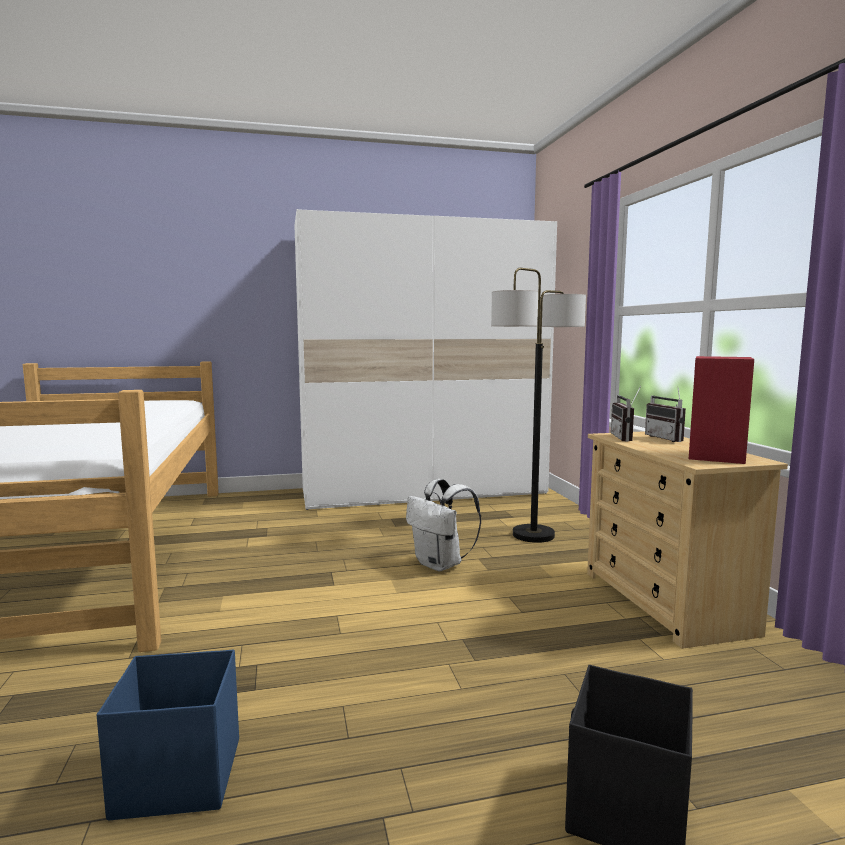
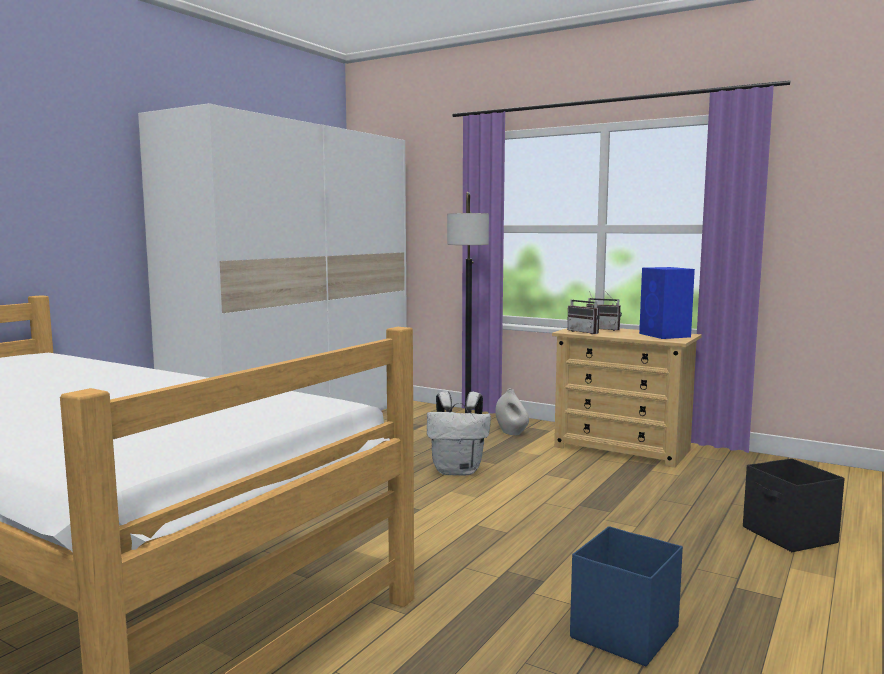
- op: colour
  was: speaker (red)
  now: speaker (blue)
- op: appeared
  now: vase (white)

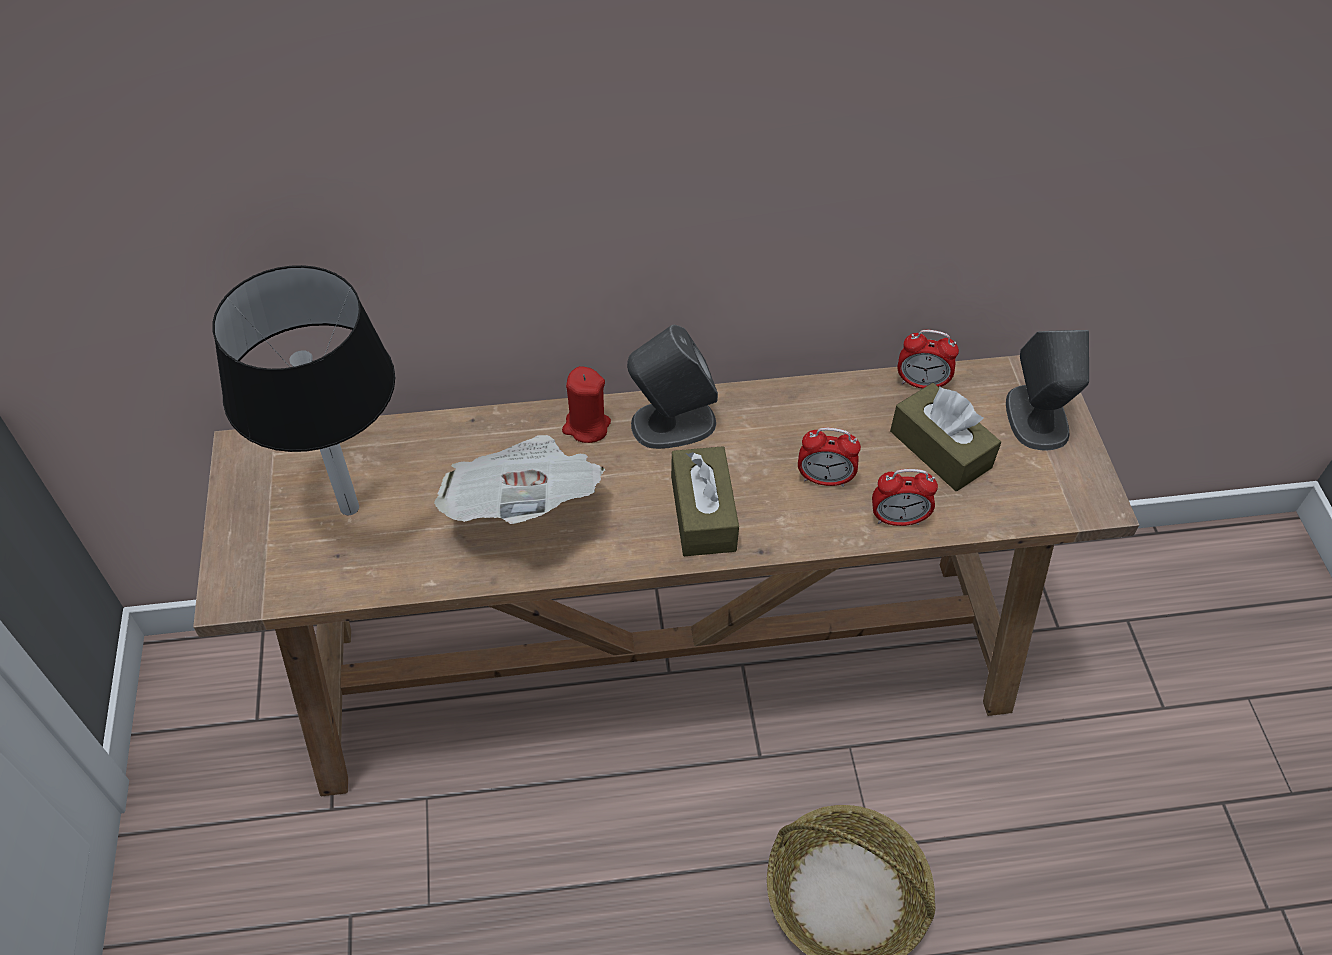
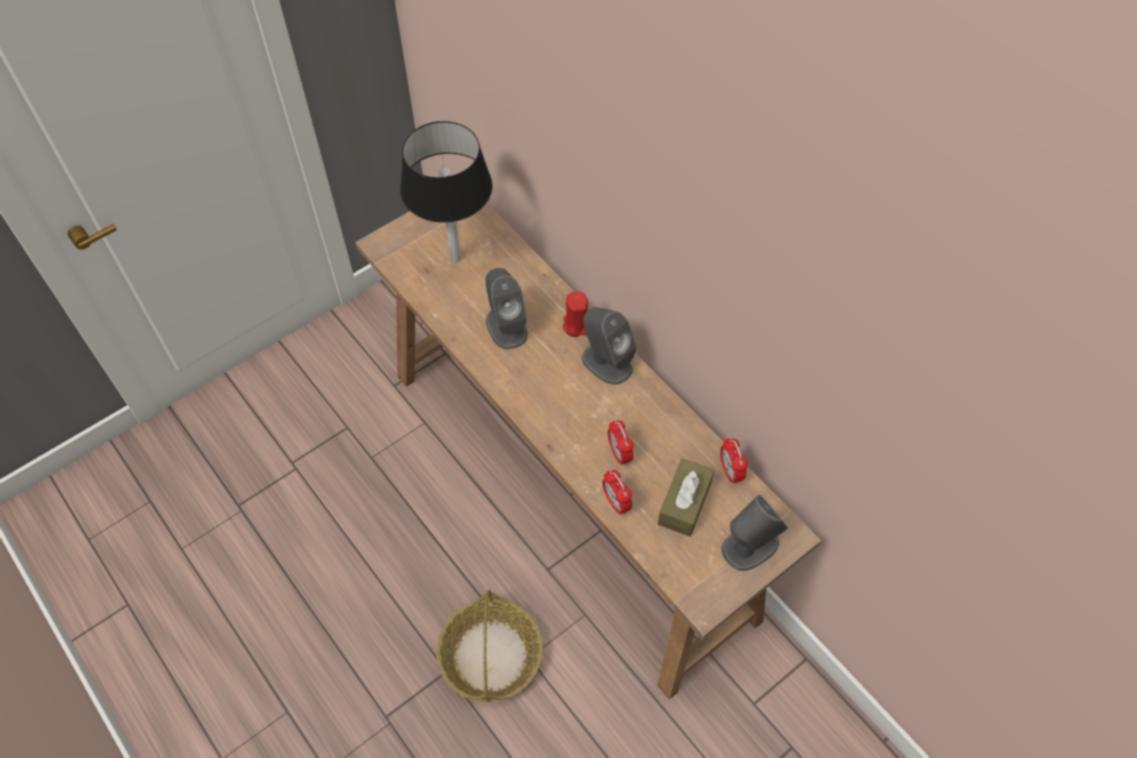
- op: exchanged
  was: newspaper
  now: speaker (grey) (no. 1 from left)
- op: missing
  was: tissue box (brown) (no. 1 from left)

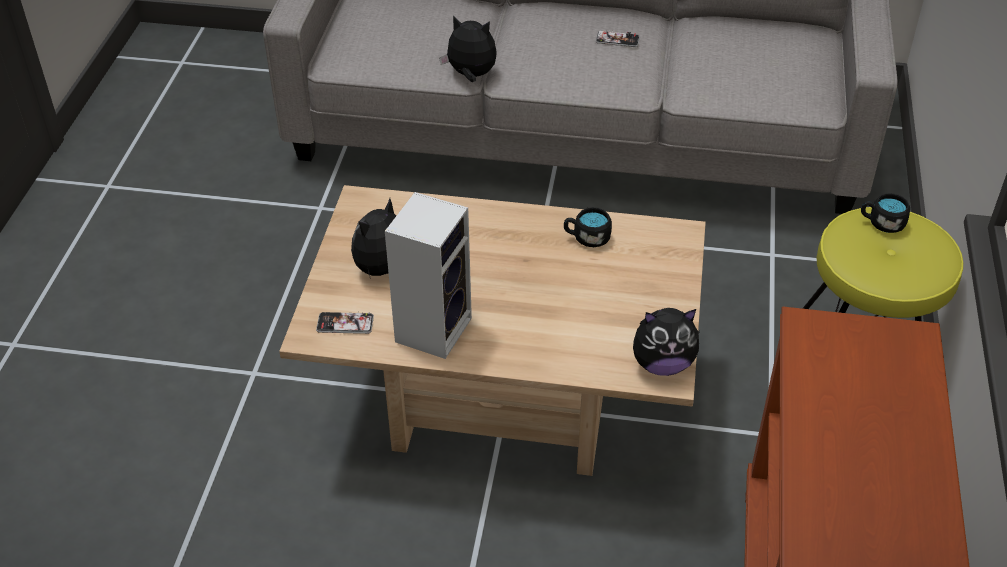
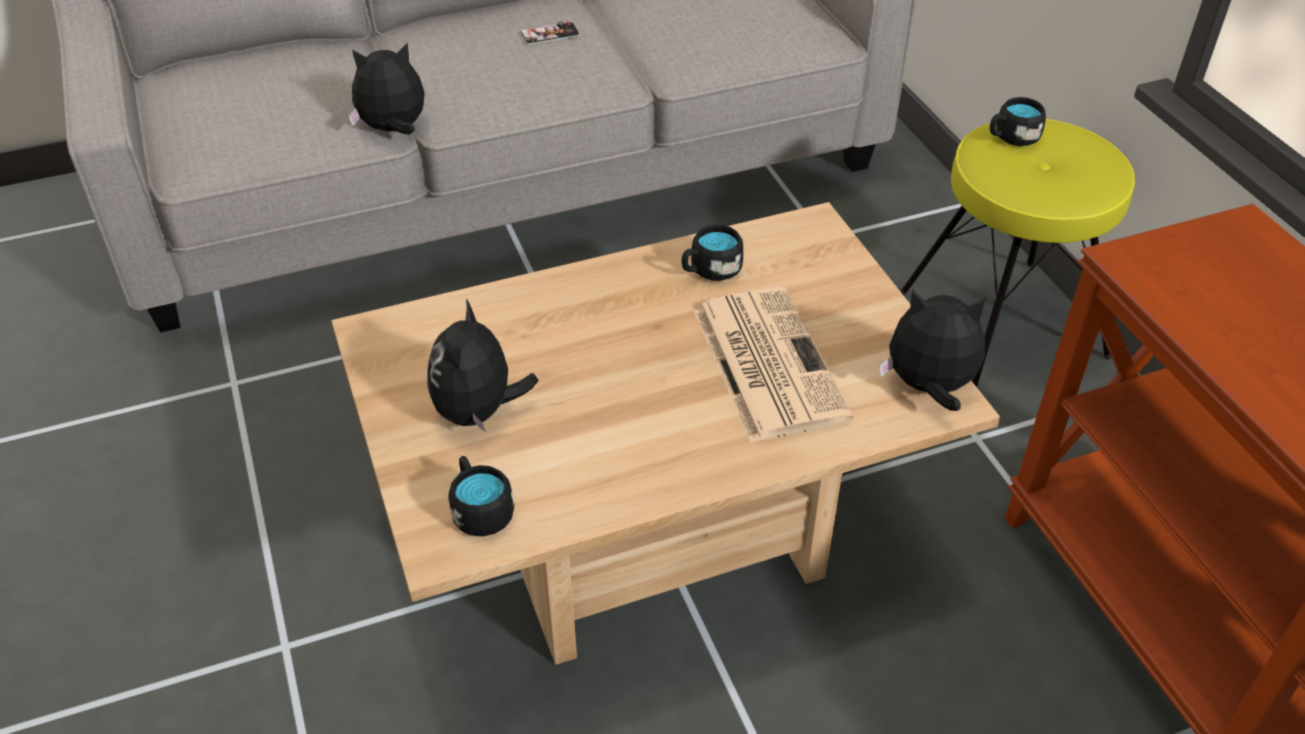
- op: missing
  was: speaker
- op: spun
  was: plush toy (no. 3 from left)
  clockwise: -135
- op: exchanged
  was: phone (no. 1 from left)
  now: mug (black) (no. 1 from left)
- op: appeared
  now: newspaper

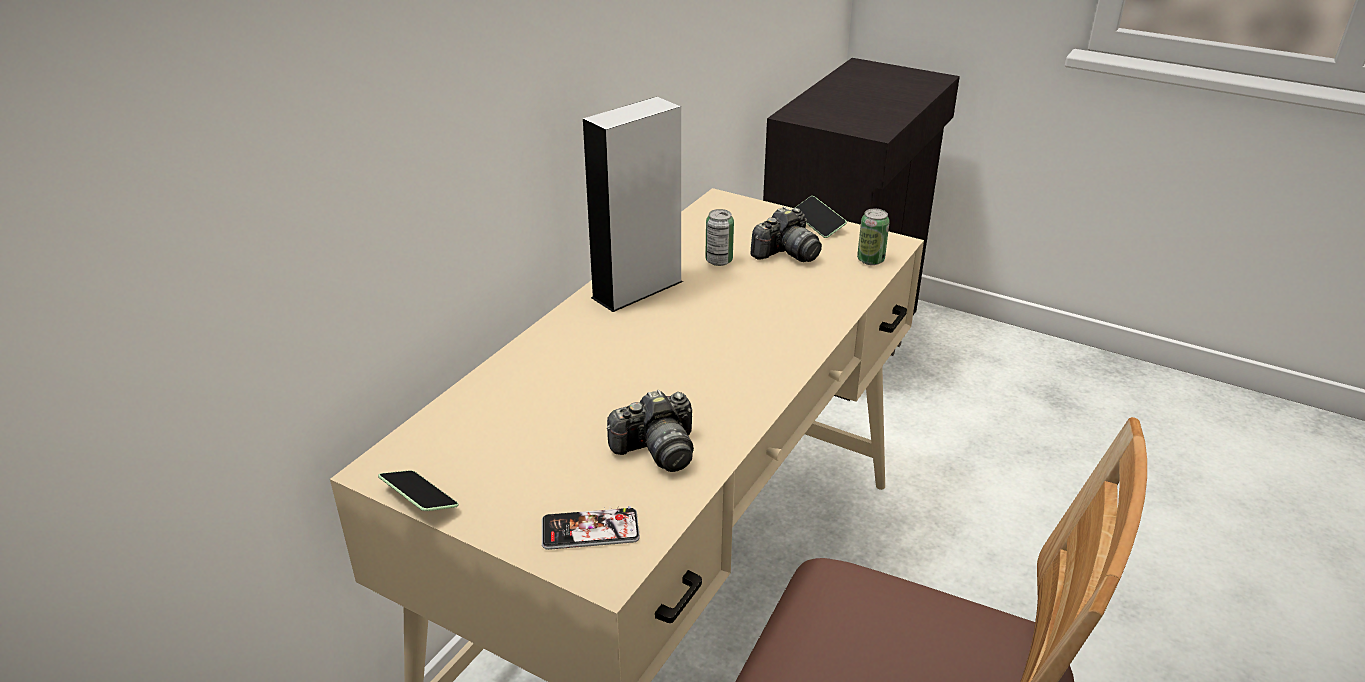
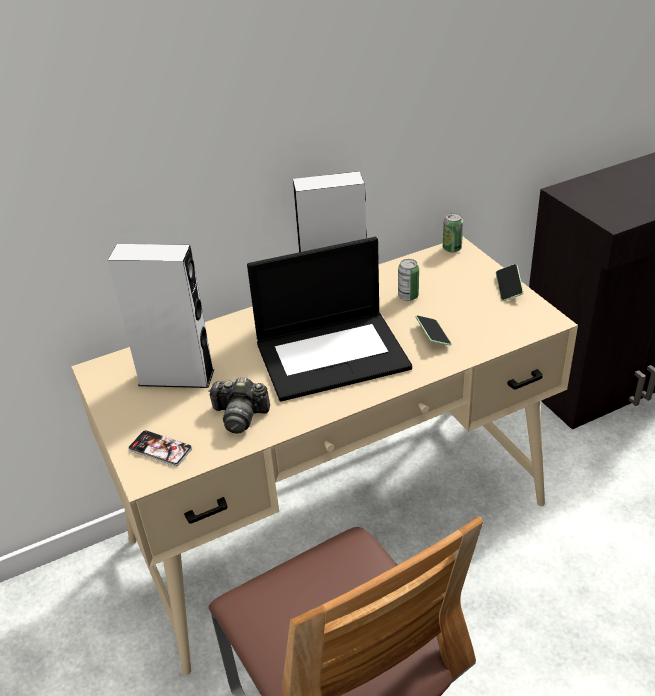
- op: missing
  was: photo camera (no. 2 from left)
- op: relocated
  was: can (no. 2 from left)
- op: relocated
  was: phone (no. 1 from left in the first image)
  now: phone (no. 2 from left)
- op: appeared
  now: laptop
- op: appeared
  now: speaker (grey) (no. 1 from left)

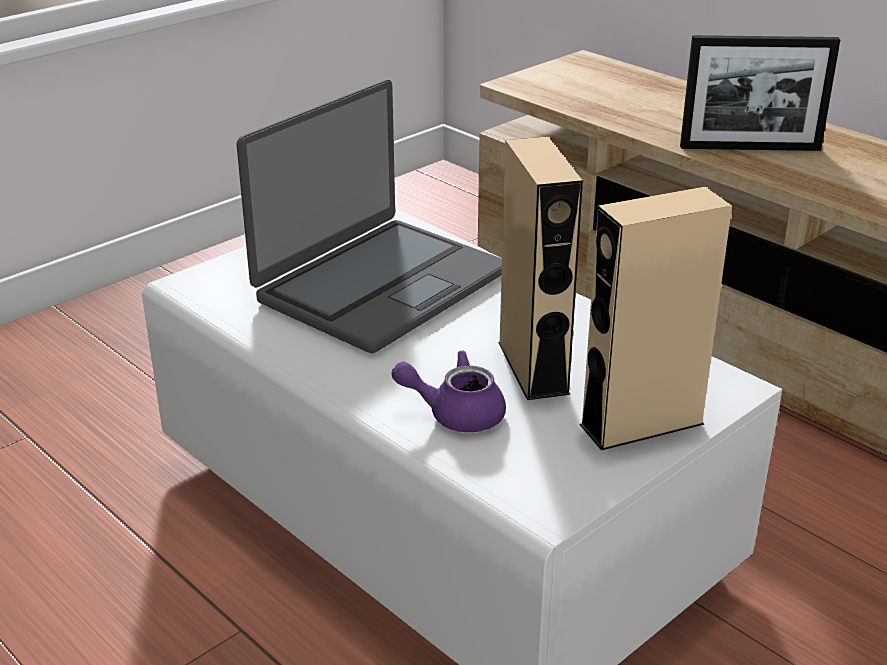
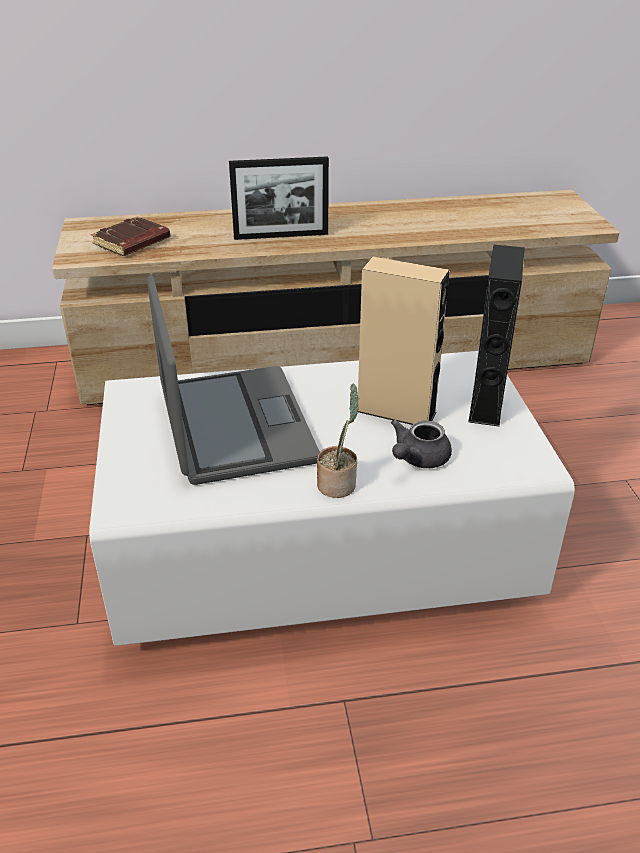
- op: spun
  was: picture frame
  clockwise: 45
- op: colour
  was: speaker (beige) (no. 2 from left)
  now: speaker (black)
- op: colour
  was: teapot (purple)
  now: teapot (grey)
- op: appeared
  now: book (brown)
- op: appeared
  now: potted plant

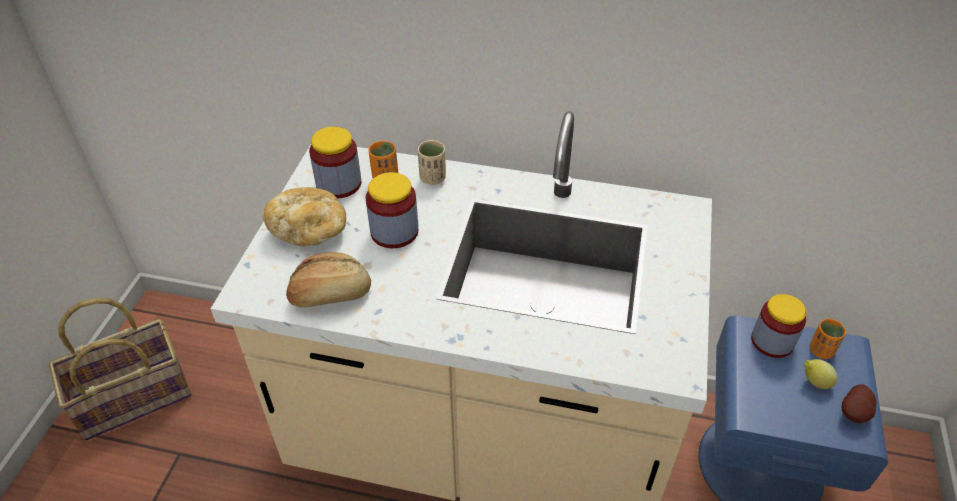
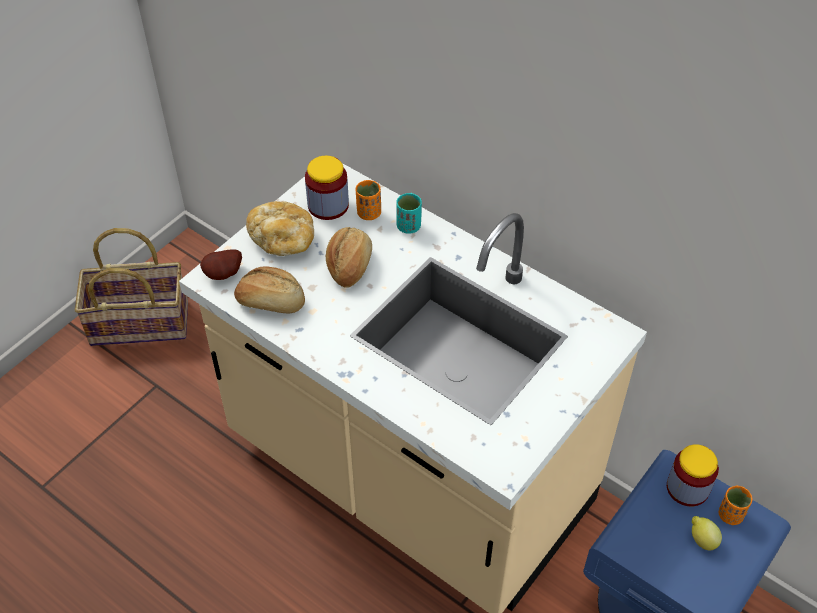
- op: colour
  was: cup (beige)
  now: cup (turquoise)
- op: exchanged
  was: jar (no. 2 from left)
  now: bread (no. 3 from left)
- op: relocated
  was: potato

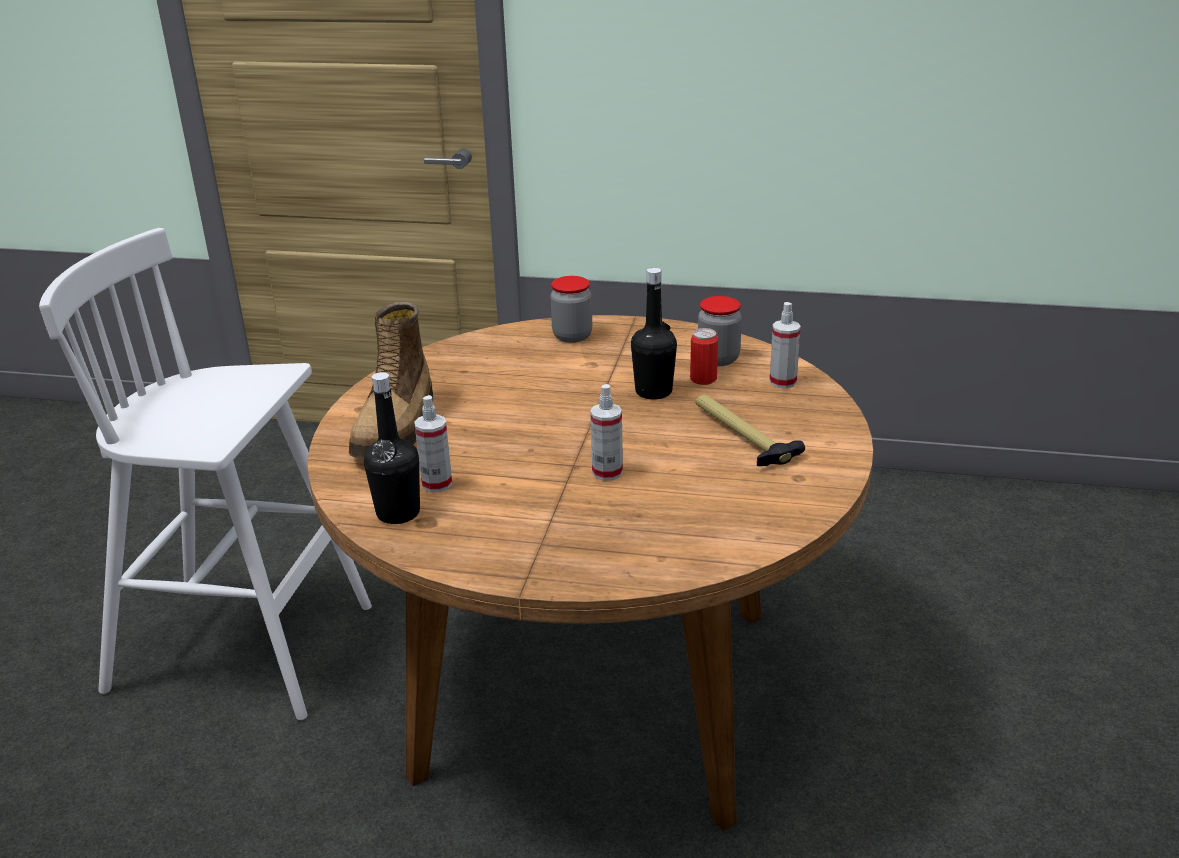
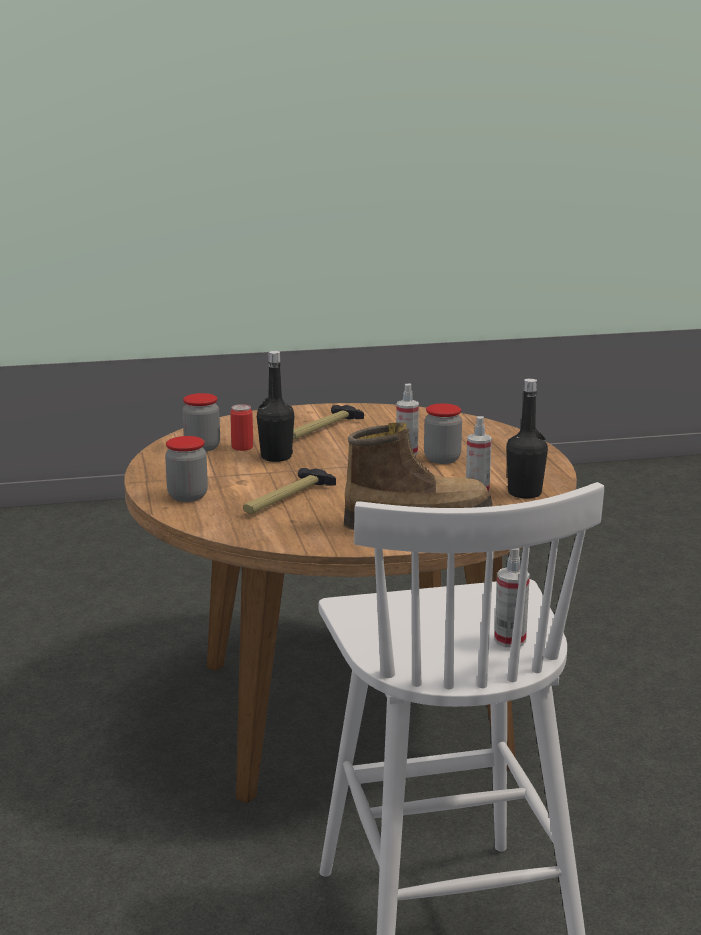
- op: relocated
  was: spray bottle (no. 3 from left)
- op: appeared
  now: jar (no. 3 from left)
- op: appeared
  now: hammer (no. 1 from left)

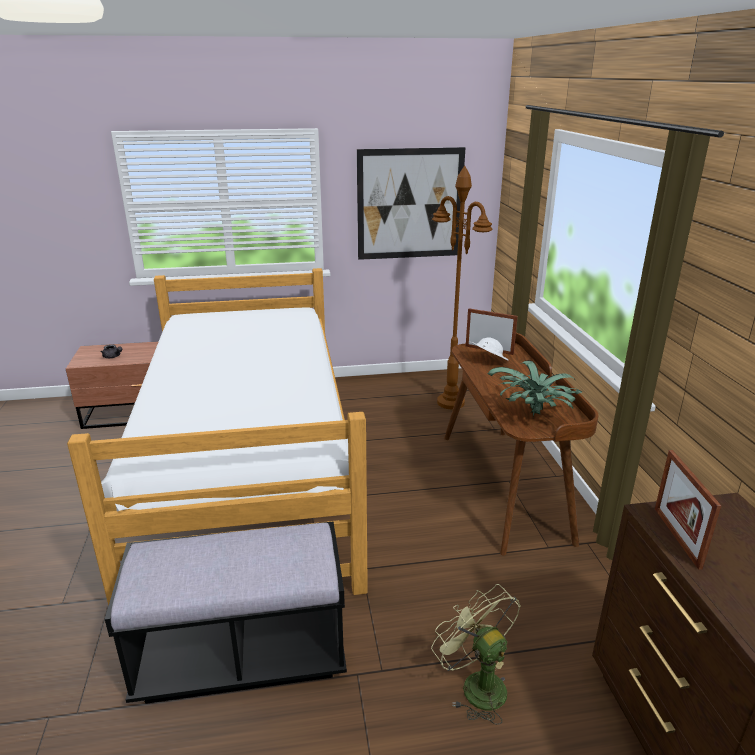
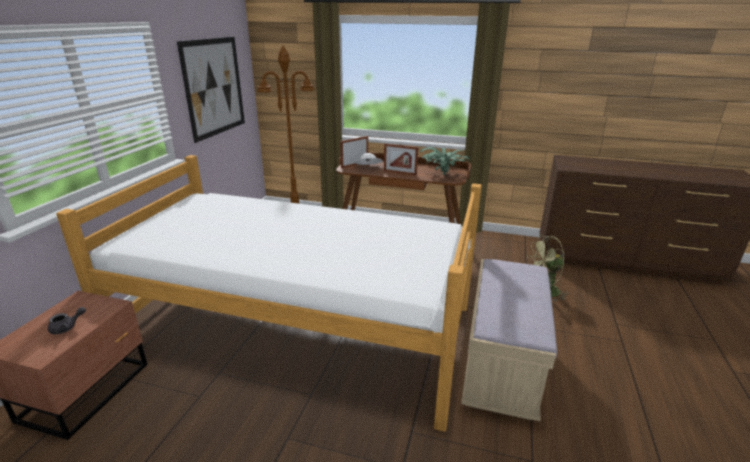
- op: relocated
  was: picture frame (no. 2 from left)
- op: colour
  was: bench (black)
  now: bench (beige)

